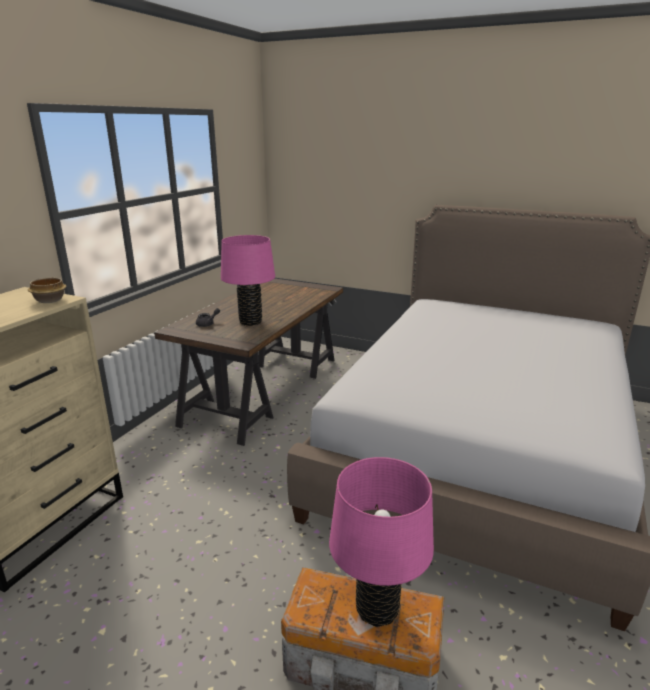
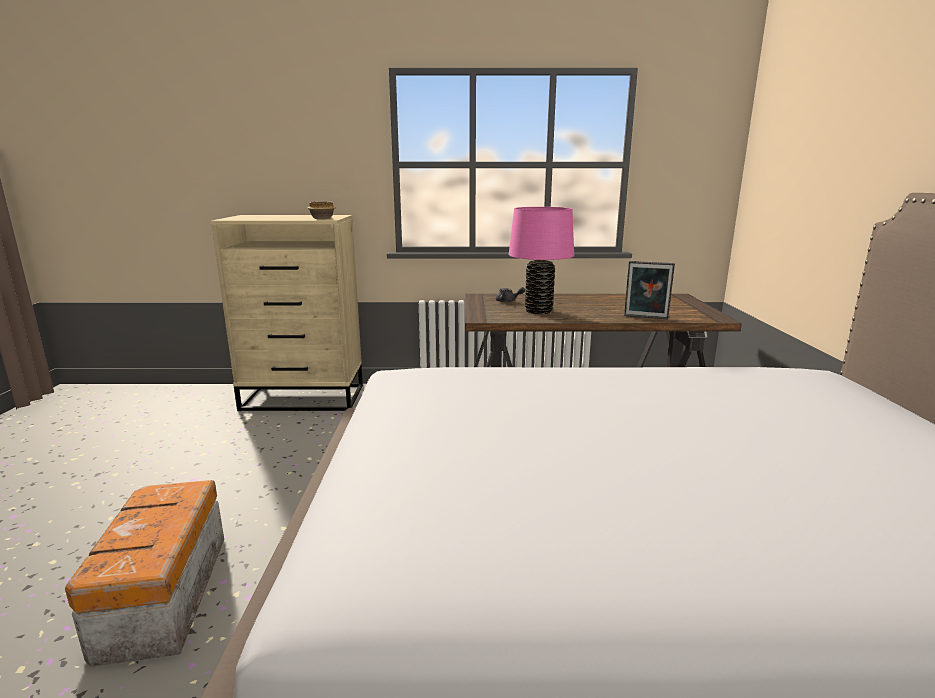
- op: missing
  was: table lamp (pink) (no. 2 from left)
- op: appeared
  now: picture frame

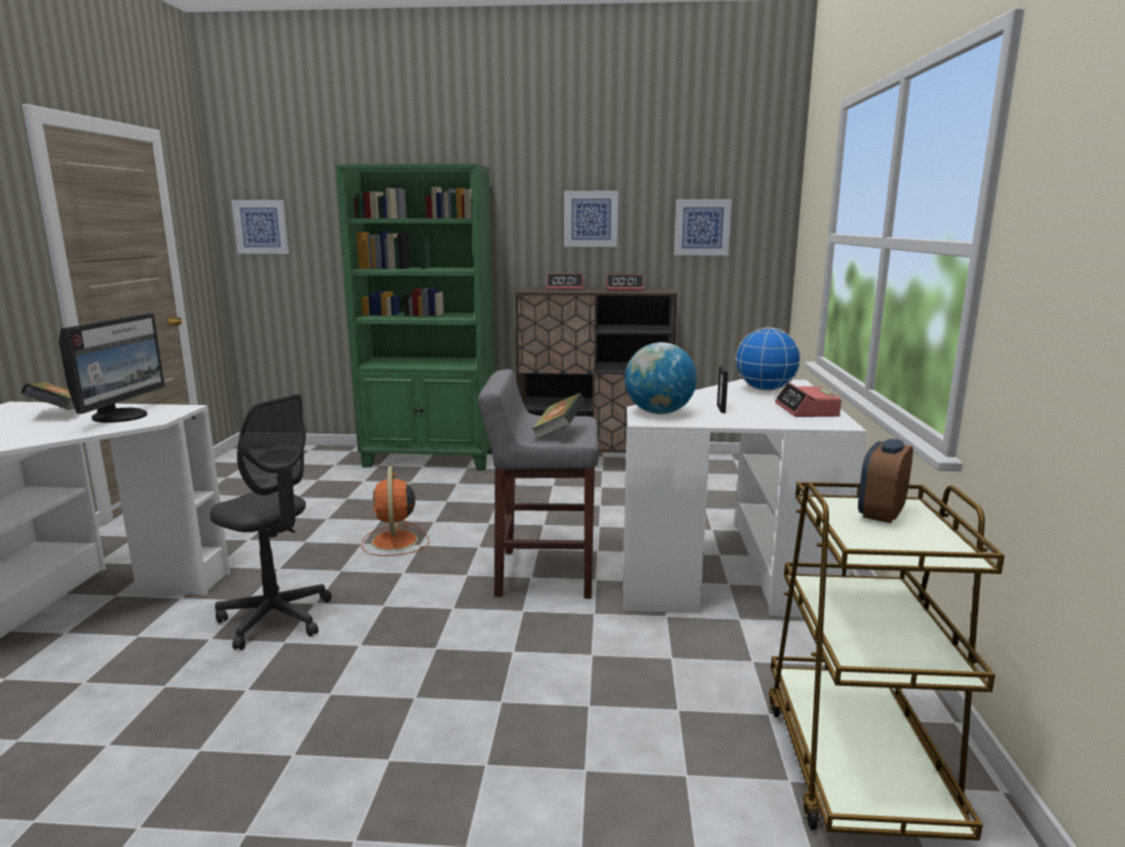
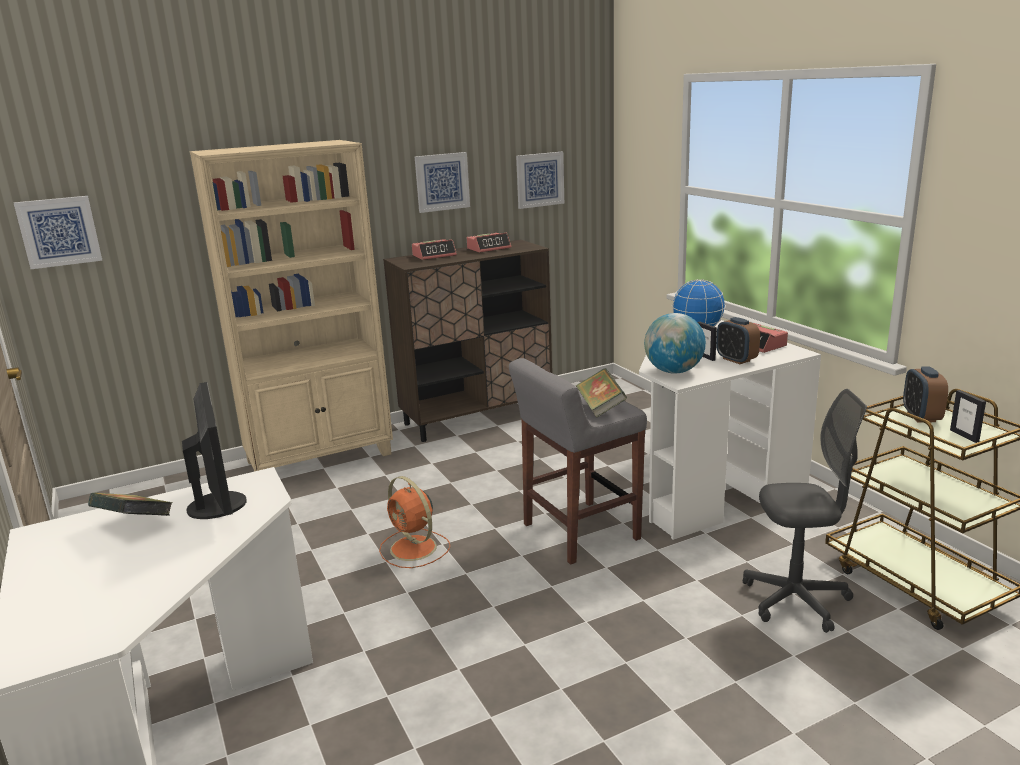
- op: colour
  was: bookcase (green)
  now: bookcase (beige)
- op: relocated
  was: office chair (grey)
- op: appeared
  now: alarm clock (no. 3 from left)
- op: appeared
  now: picture frame (no. 2 from left)

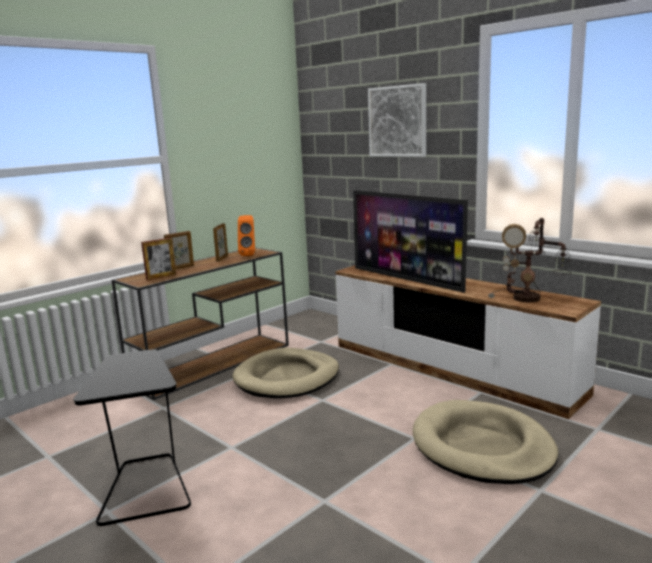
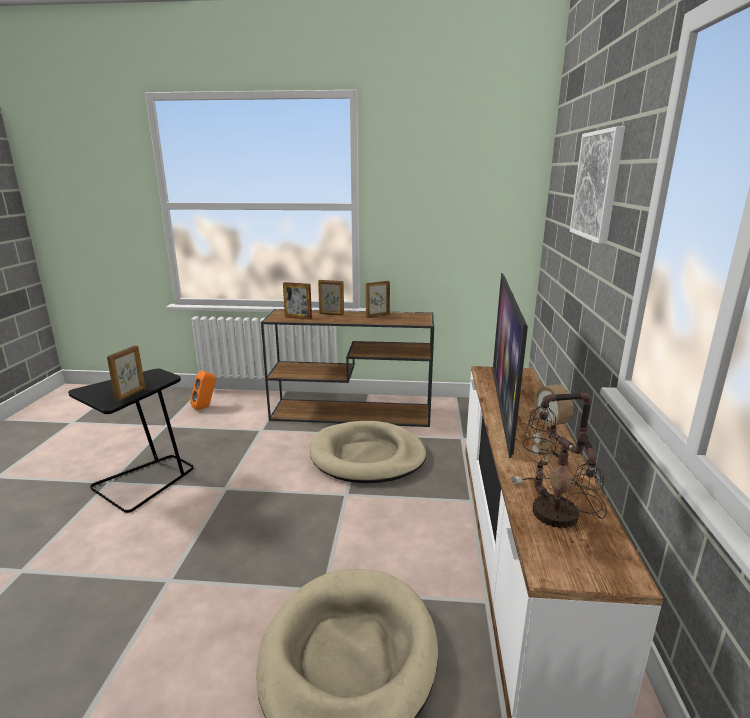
- op: relocated
  was: speaker (orange)
- op: appeared
  now: picture frame (no. 1 from left)

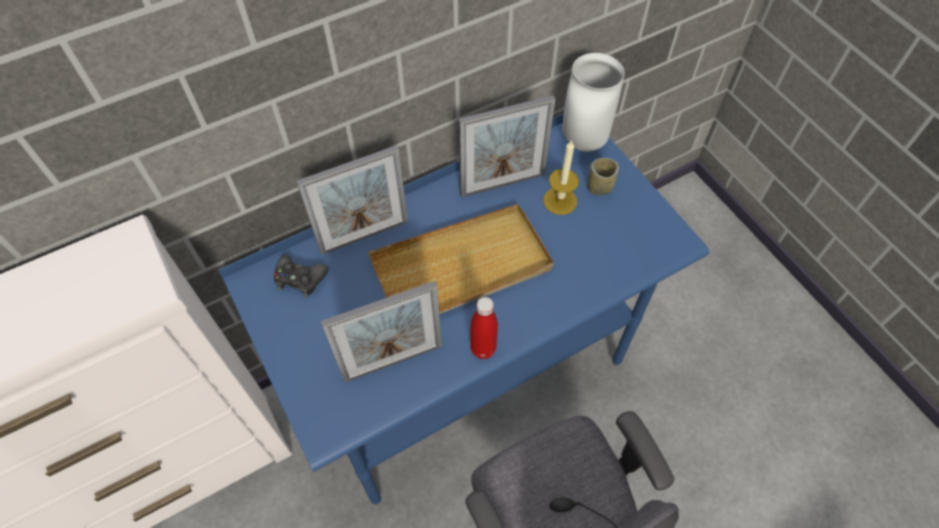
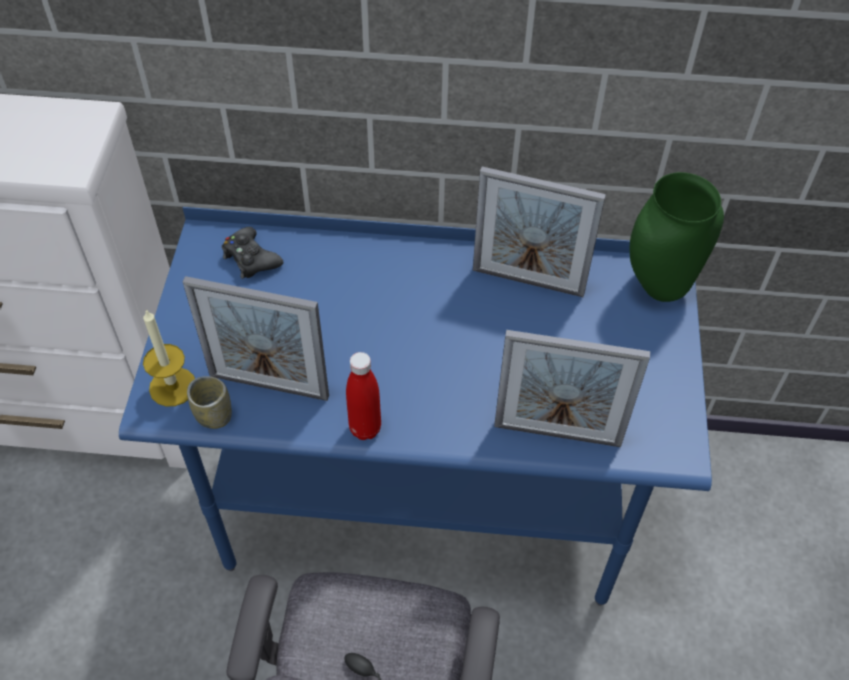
- op: colour
  was: vase (white)
  now: vase (green)
- op: relocated
  was: candle
- op: relocated
  was: picture frame (no. 1 from left in the first image)
  now: picture frame (no. 3 from left)
- op: relocated
  was: cup
- op: missing
  was: tray (beige)

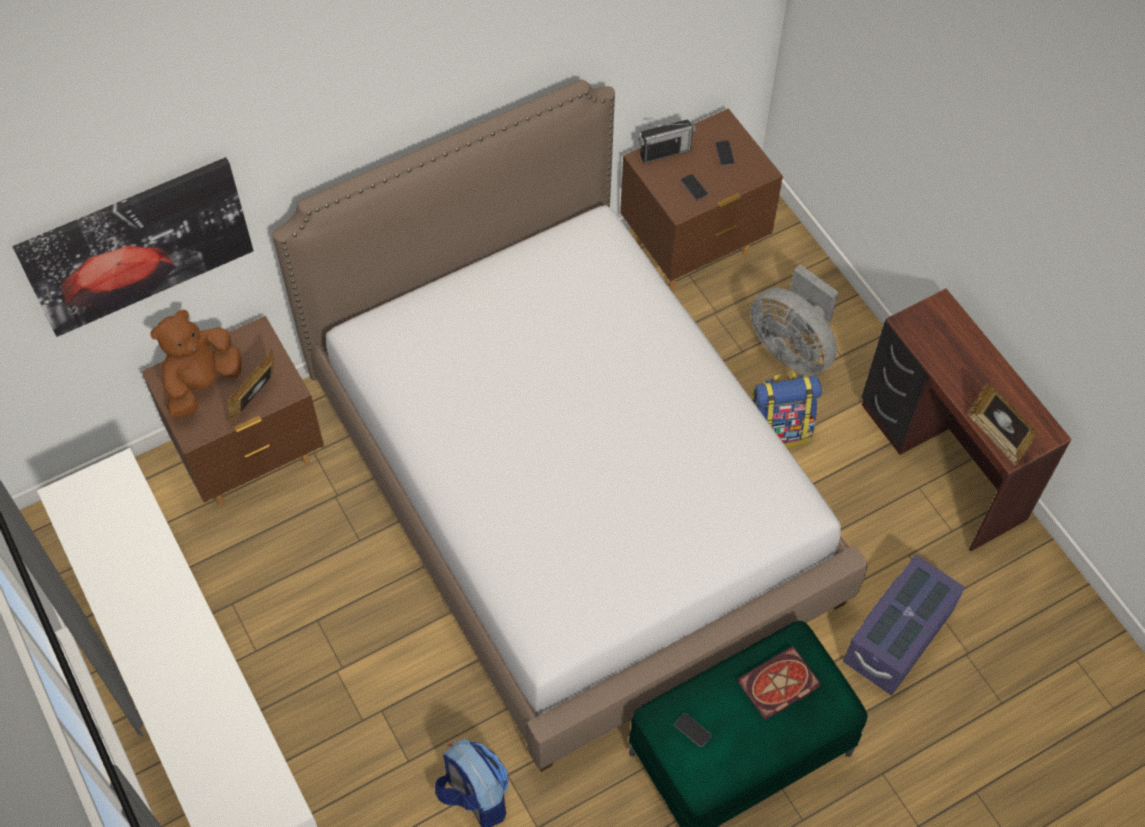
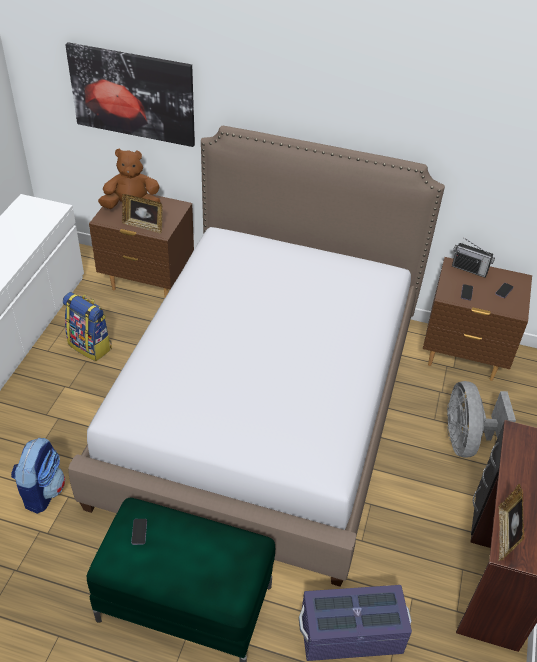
- op: spun
  was: picture frame (no. 1 from left)
  clockwise: -150
- op: relocated
  was: backpack (no. 2 from left)
- op: missing
  was: book

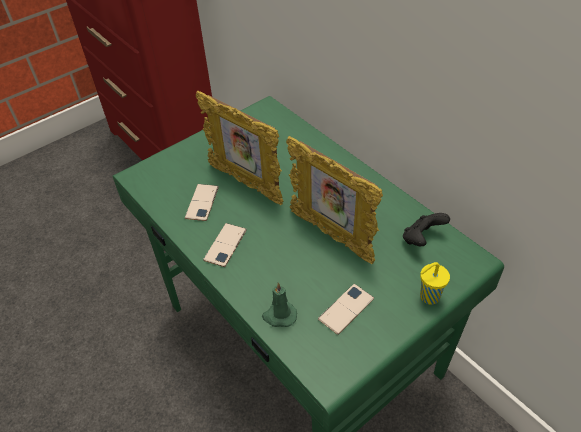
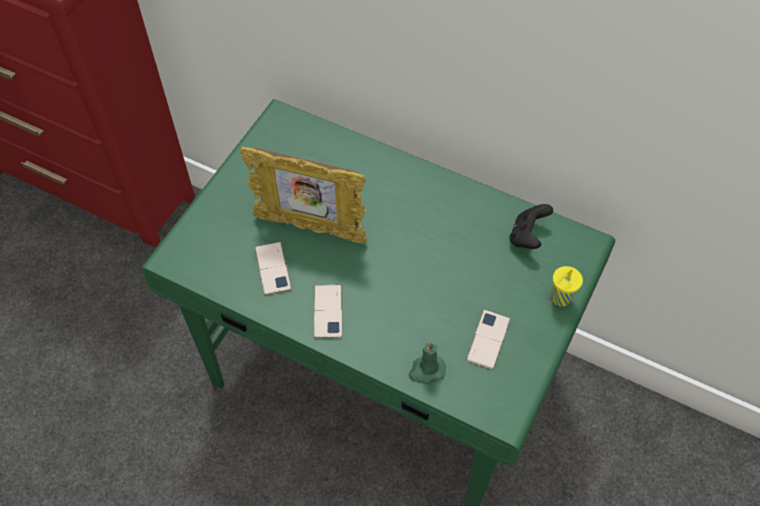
- op: missing
  was: picture frame (no. 2 from left)

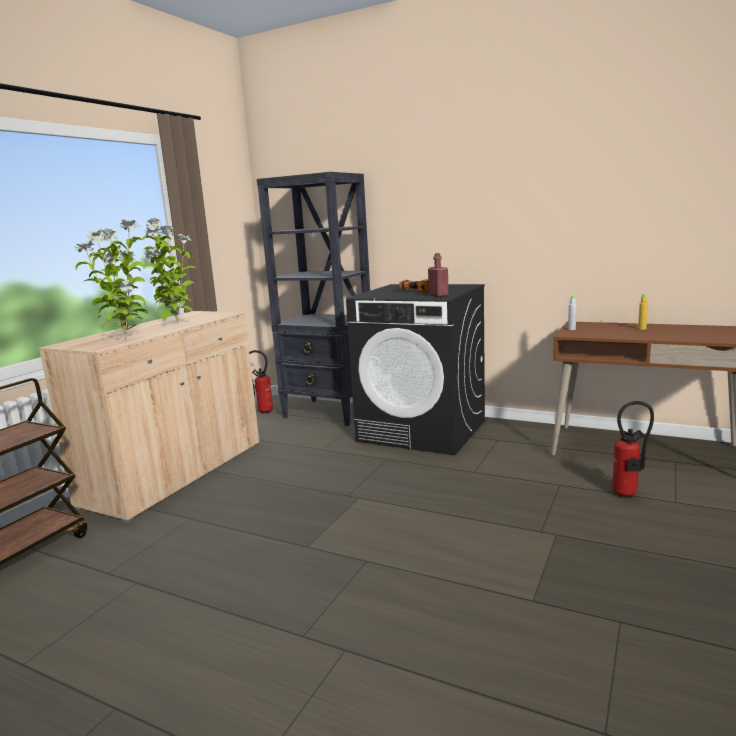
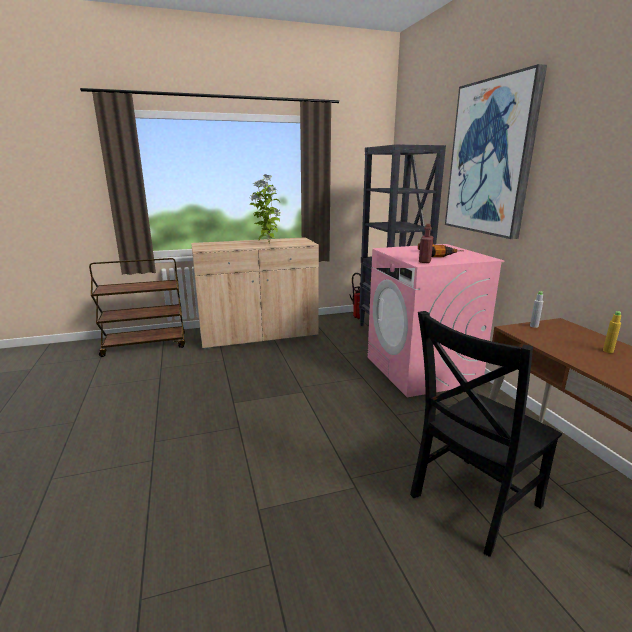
- op: missing
  was: potted plant (no. 1 from left)
- op: colour
  was: washing machine (black)
  now: washing machine (pink)
- op: exchanged
  was: fire extinguisher (no. 2 from left)
  now: chair (black)
- op: appeared
  now: picture

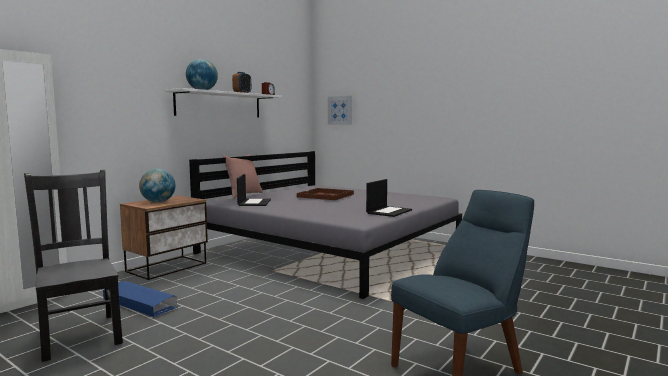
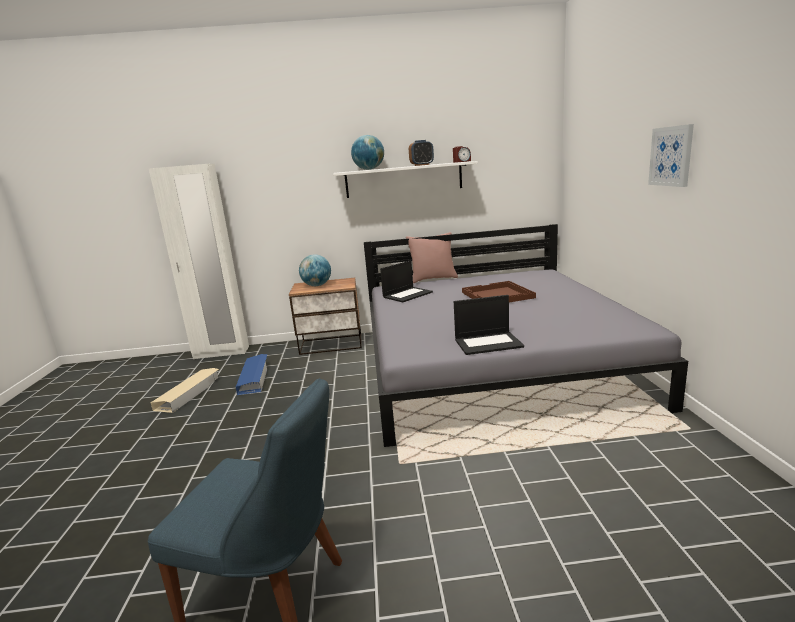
- op: relocated
  was: picture
- op: exchanged
  was: chair (black)
  now: storage box (beige)

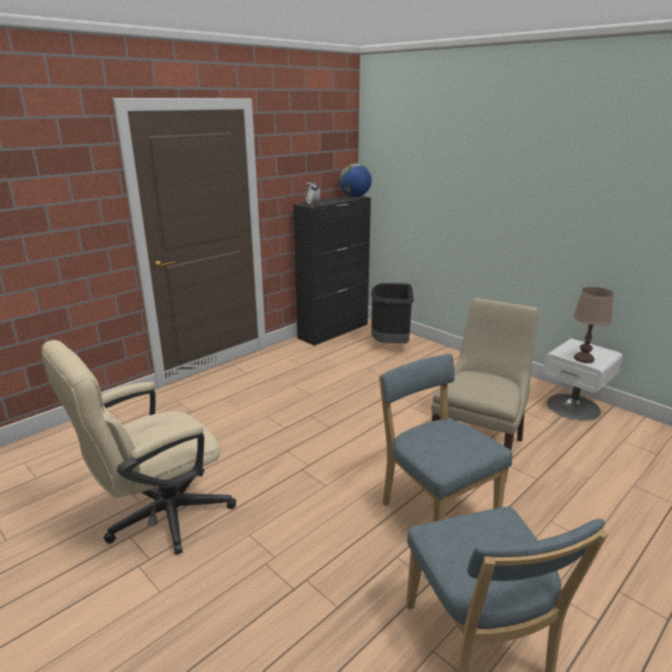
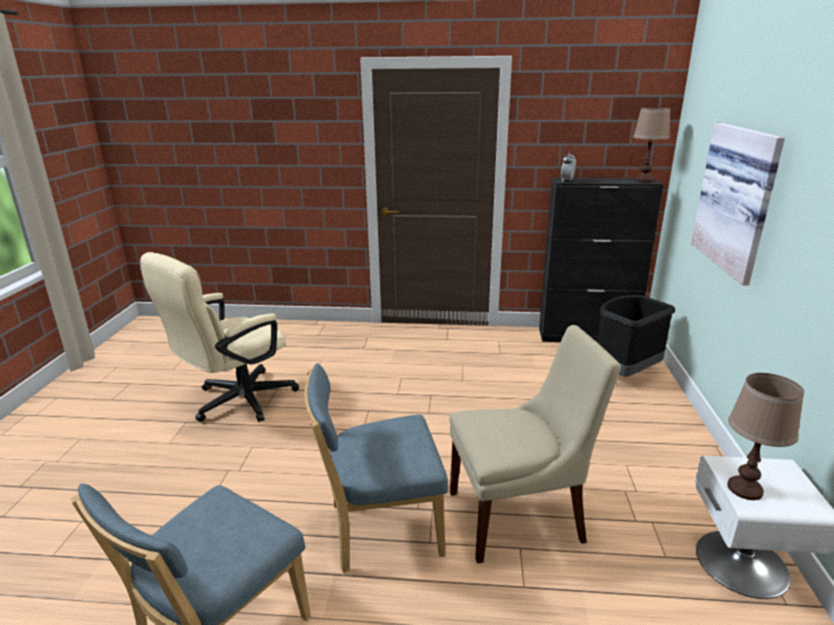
- op: exchanged
  was: globe
  now: table lamp (brown) (no. 1 from left)
- op: spun
  was: office chair (beige)
  clockwise: -60
- op: spun
  was: chair (blue) (no. 1 from left in the first image)
  clockwise: -120
- op: appeared
  now: picture

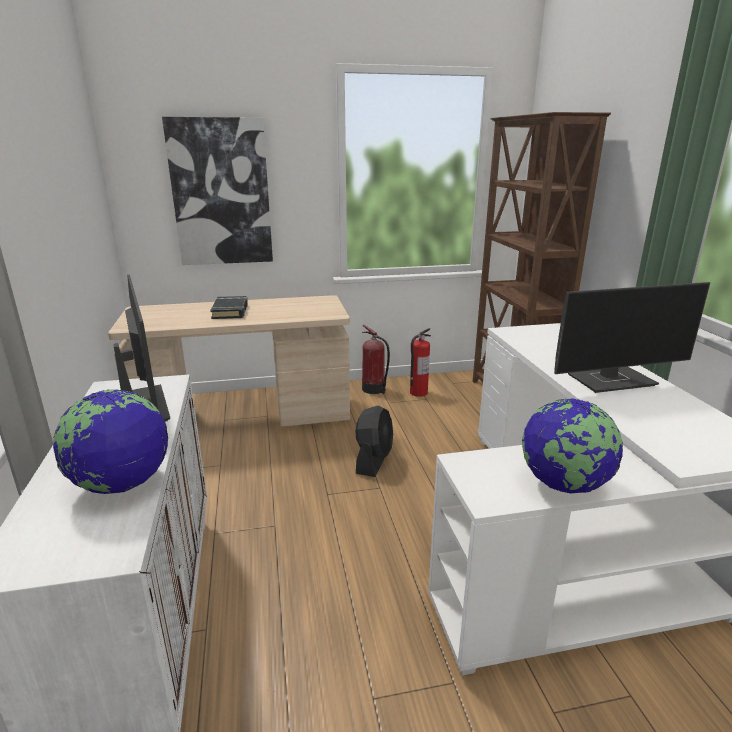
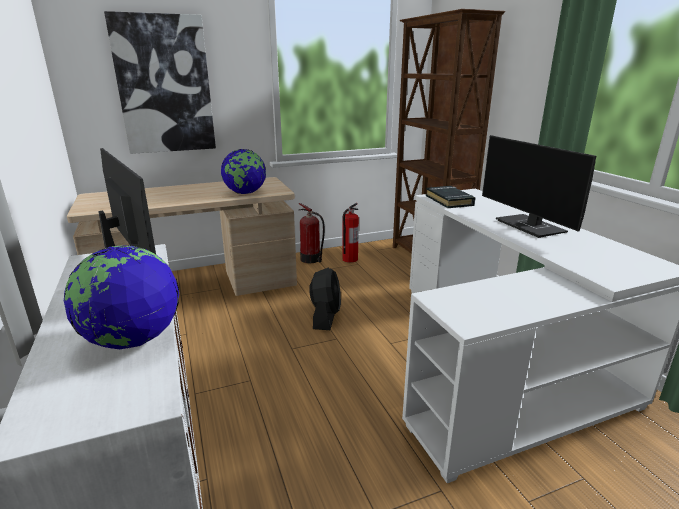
- op: spun
  was: monitor (no. 2 from left)
  clockwise: 90
- op: relocated
  was: book (black)
- op: relocated
  was: globe (no. 2 from left)

